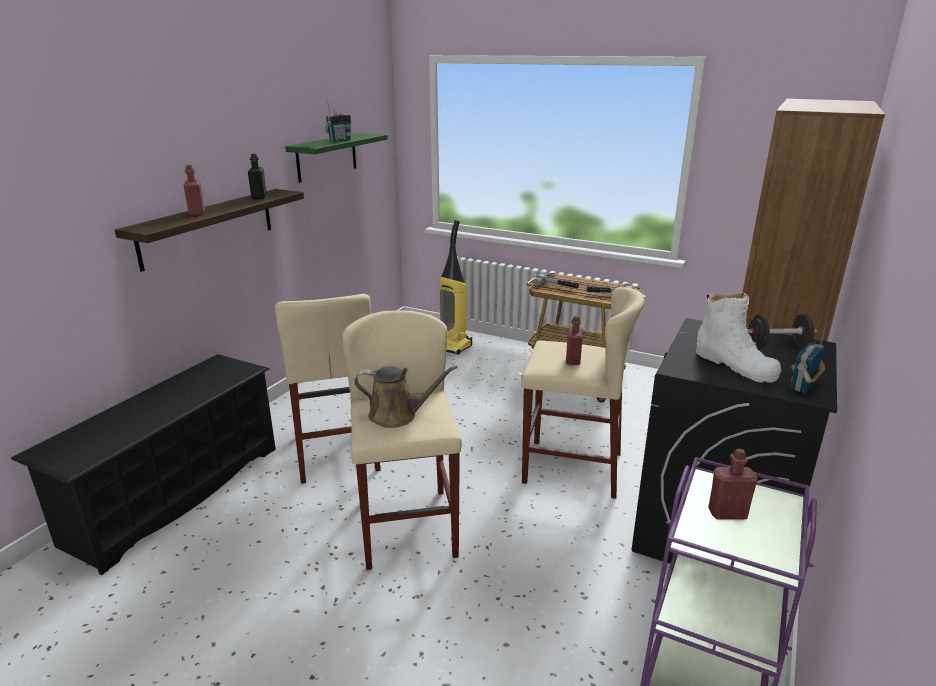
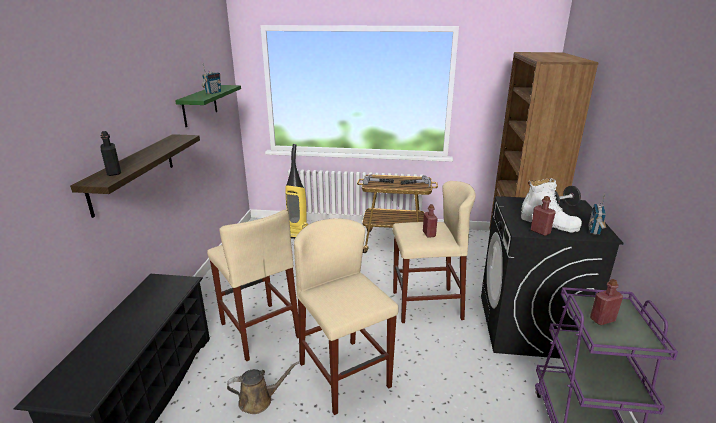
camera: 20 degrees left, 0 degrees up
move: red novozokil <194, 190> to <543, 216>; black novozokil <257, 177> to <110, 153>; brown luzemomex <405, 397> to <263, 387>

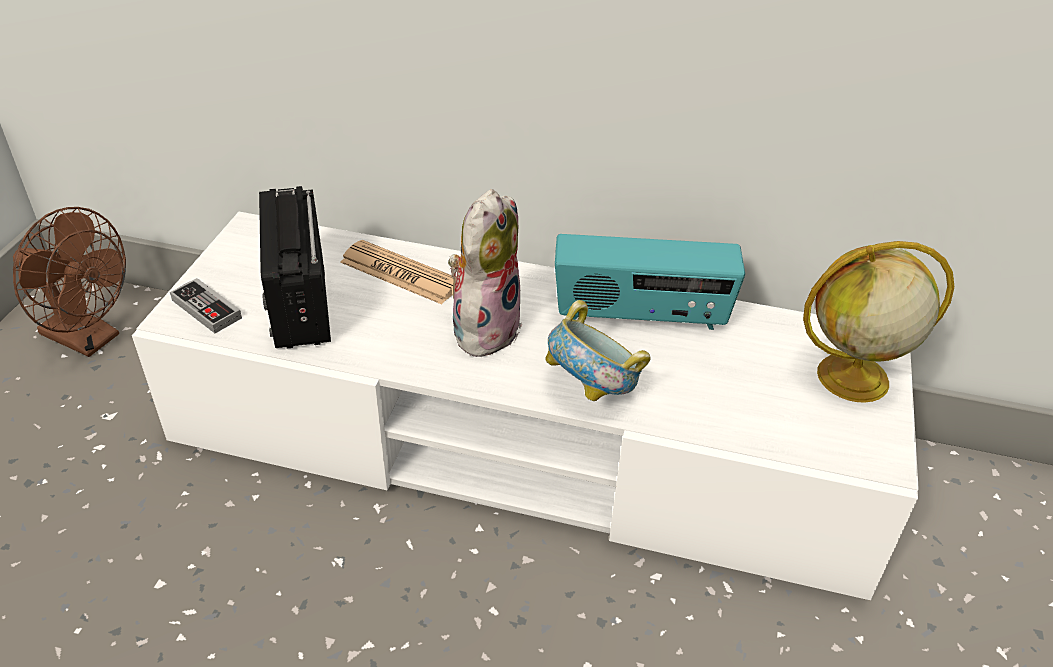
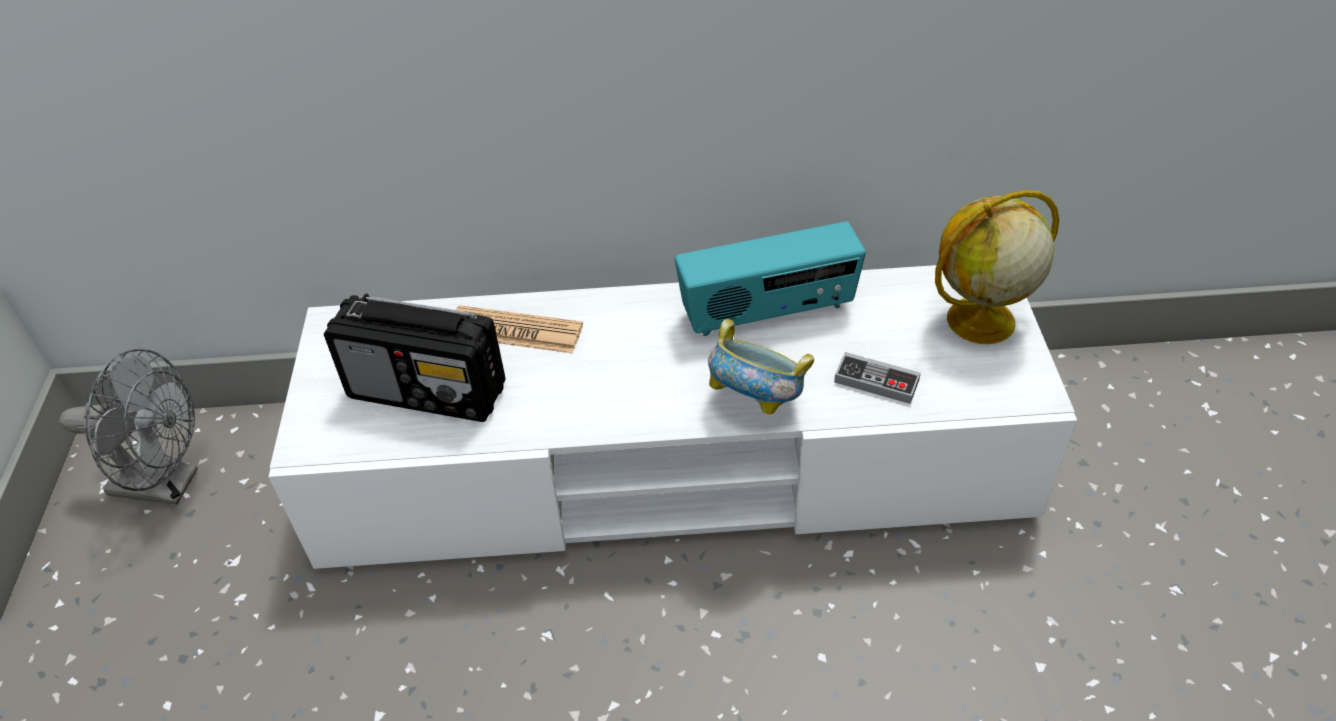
camera: 15 degrees left, 5 degrees up
delete: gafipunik <485, 274>
move: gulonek <206, 305> to <877, 378>
recolor: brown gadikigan <69, 282> to grey gadikigan <128, 426>
rotate: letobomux <295, 267> = <415, 357> 45 degrees counterclockwise

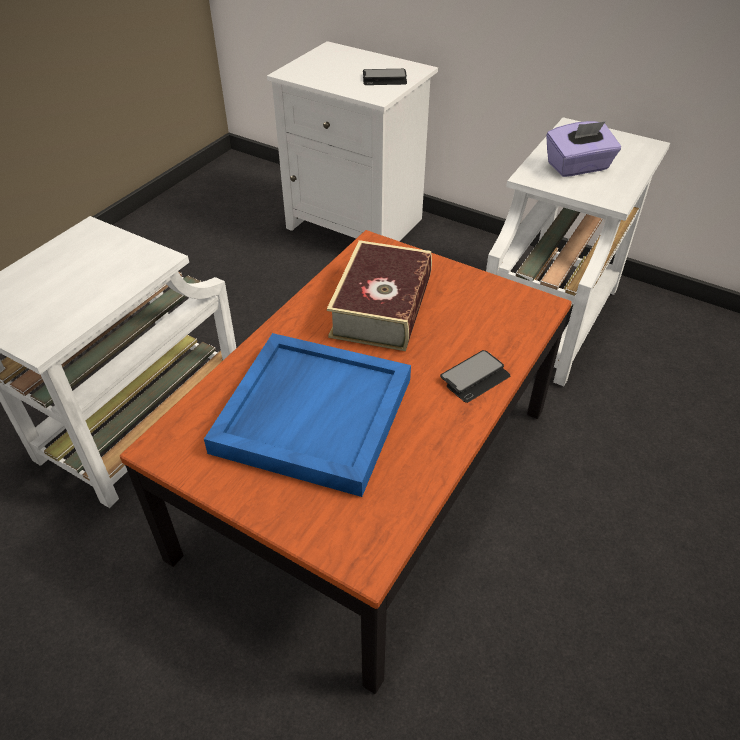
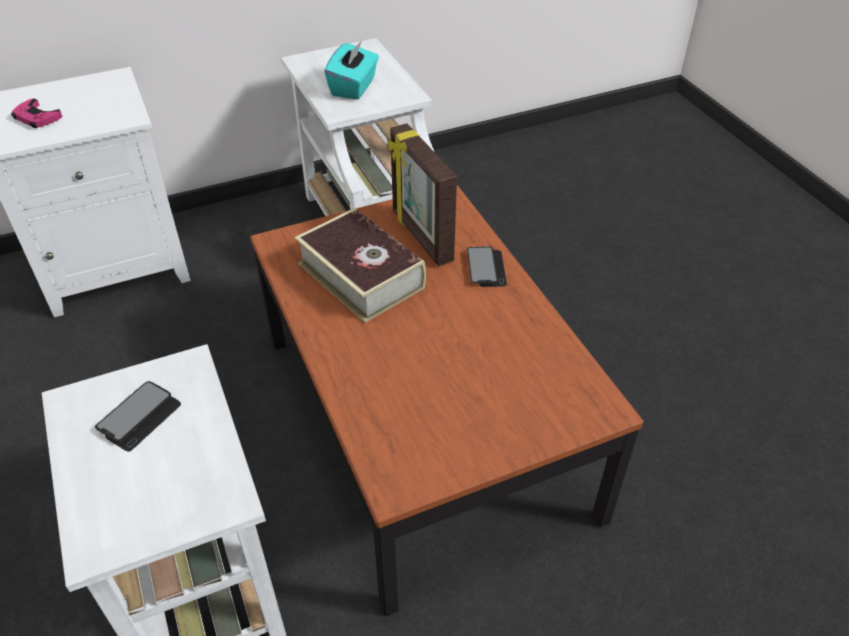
camera: 55 degrees left, 0 degrees up
delete: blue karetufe <307, 415>
insert: pink gulonek <36, 113>; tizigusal <422, 194>
move: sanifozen <385, 77> to <138, 416>
recolor: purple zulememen <583, 149> to turquoise zulememen <351, 70>

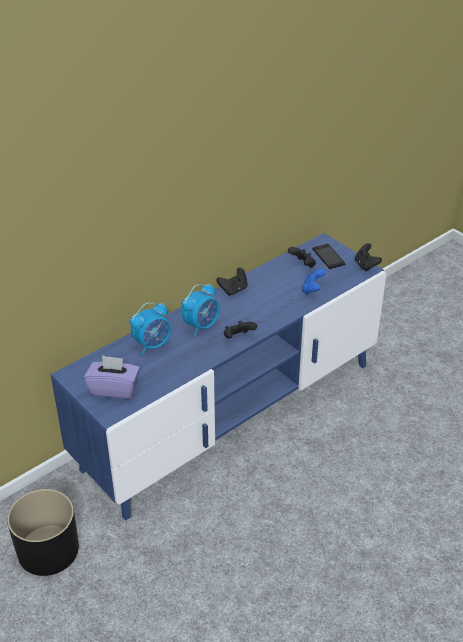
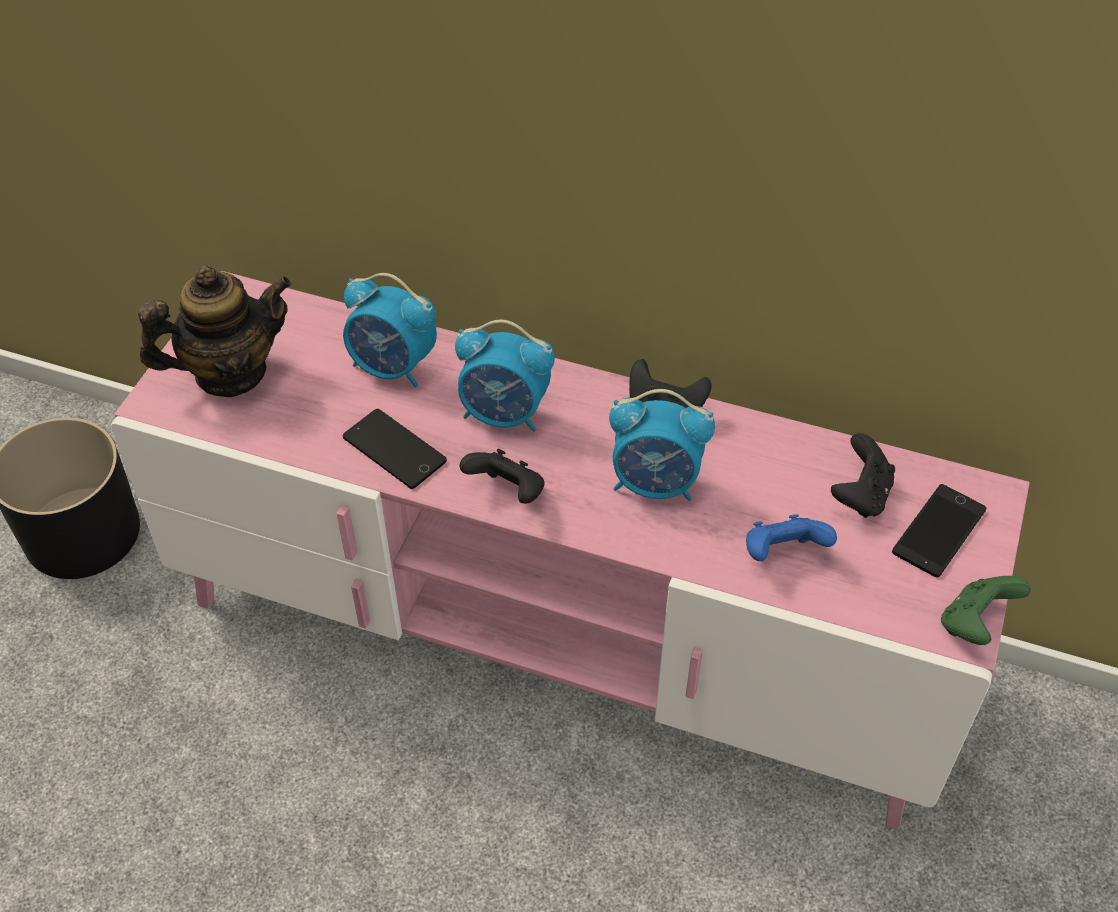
camera: 60 degrees right, 10 degrees up
insert: sanifozen <395, 449>; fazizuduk <662, 445>
replace: purple zulememen <112, 377> to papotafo <215, 331>
recolor: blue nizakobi <218, 376> to pink nizakobi <570, 550>; black gulonek <368, 257> to green gulonek <986, 610>

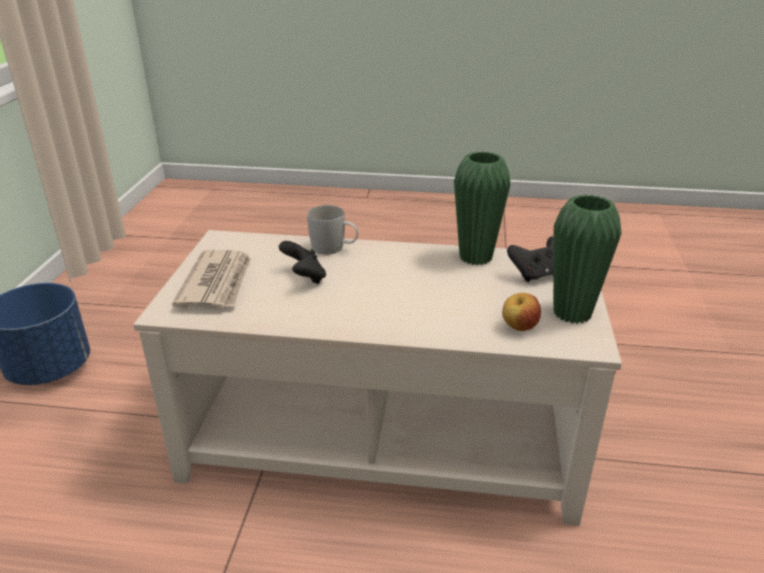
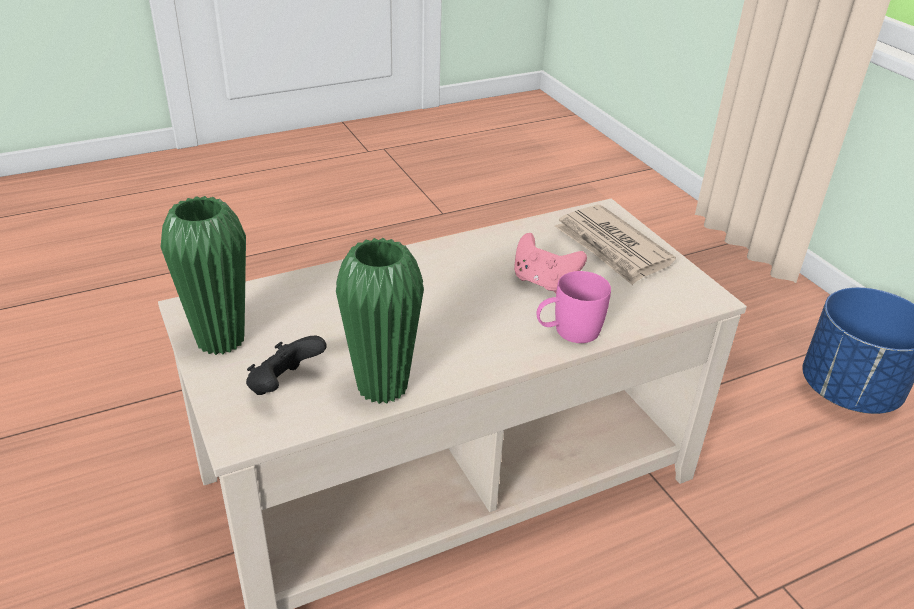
camera: 145 degrees right, 5 degrees up
delete: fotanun <521, 312>
recolor: black gulonek <302, 262> to pink gulonek <550, 263>; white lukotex <333, 230> to pink lukotex <573, 307>

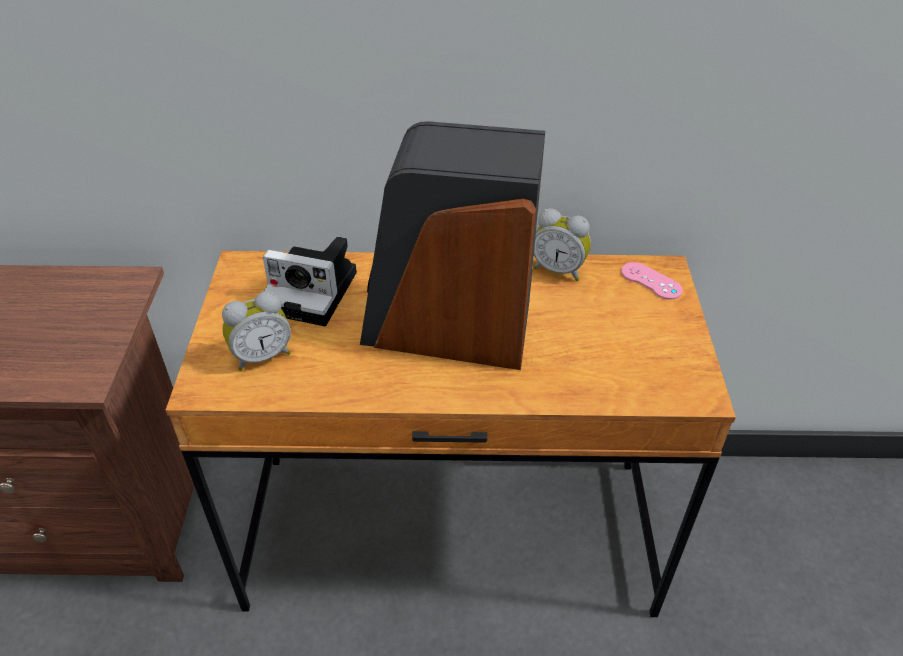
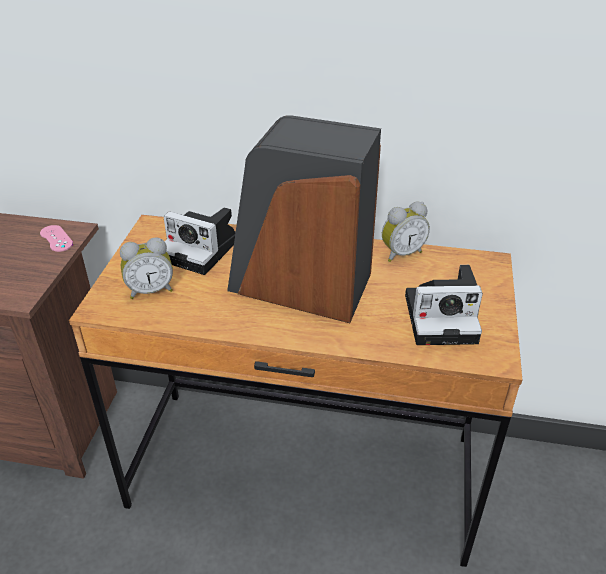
camera: 10 degrees right, 5 degrees down
insert: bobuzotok <444, 305>
move: pink gulonek <652, 281> to <56, 238>
rotate: fazizuduk <562, 244> = <406, 231> 60 degrees counterclockwise

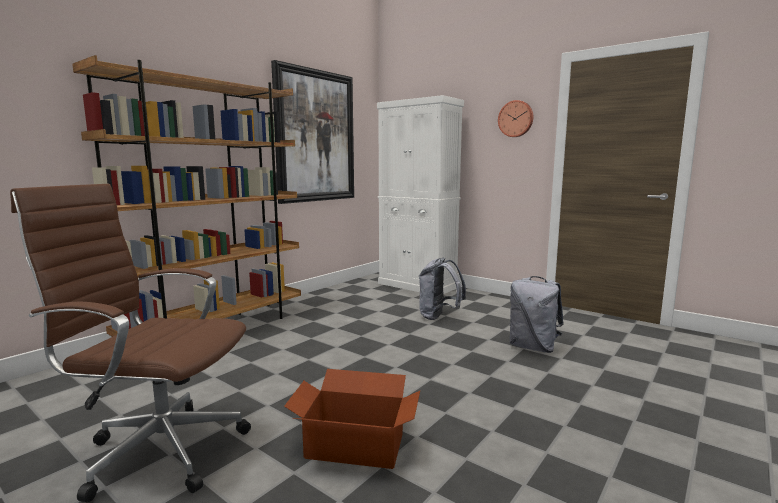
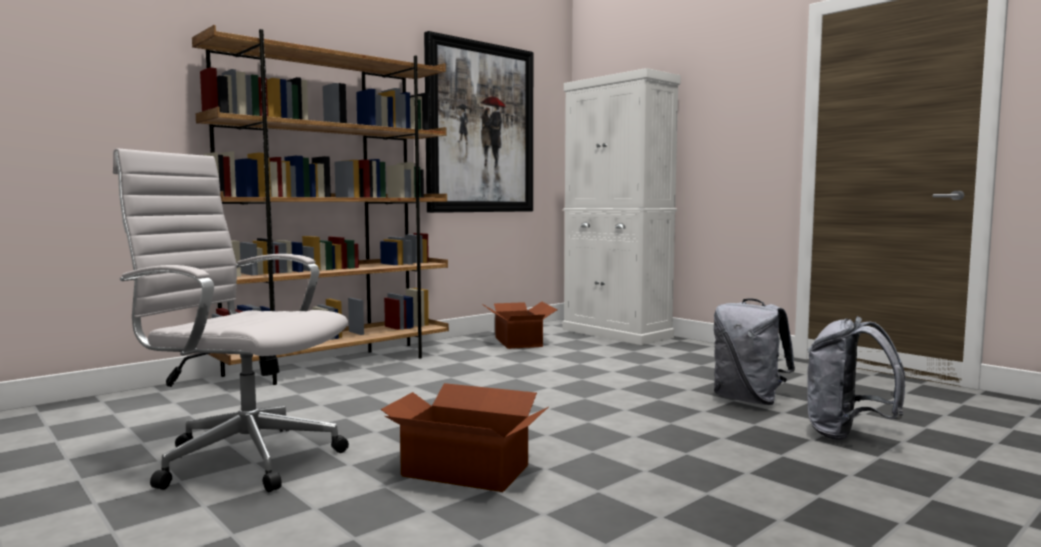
camera: 10 degrees right, 5 degrees down
delete: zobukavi <515, 118>
insert: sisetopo <519, 325>
move: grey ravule <442, 288> to <856, 378>
recolor: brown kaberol <130, 343> to white kaberol <231, 320>

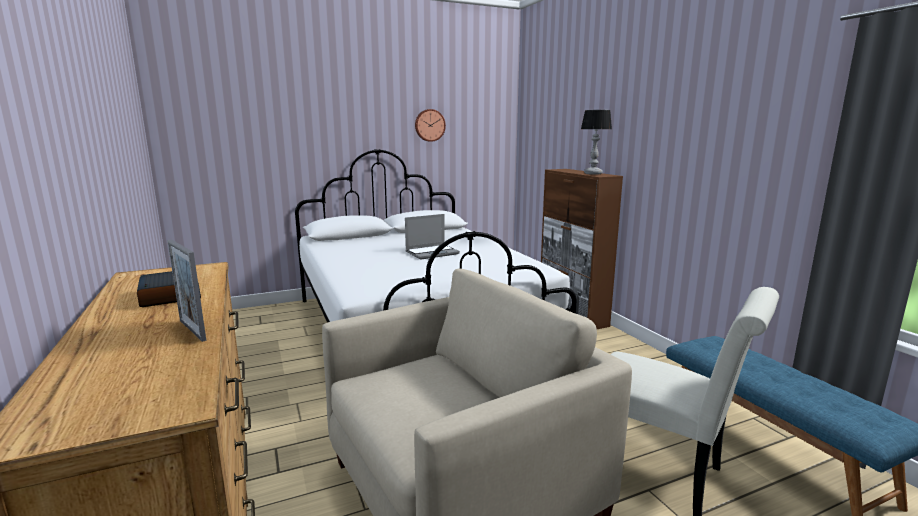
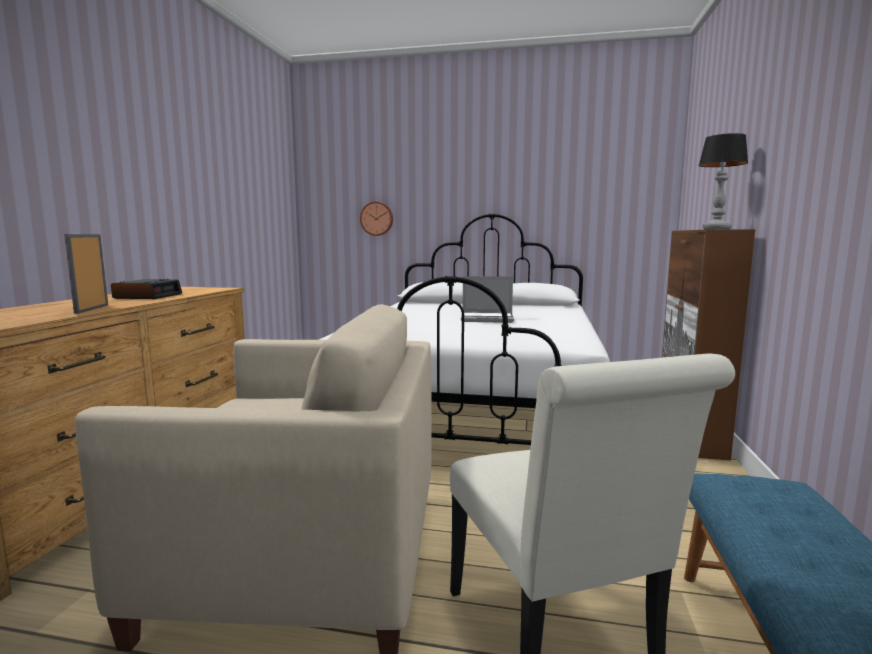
camera: 35 degrees right, 5 degrees down
move: zobukavi <430, 125> to <376, 219>

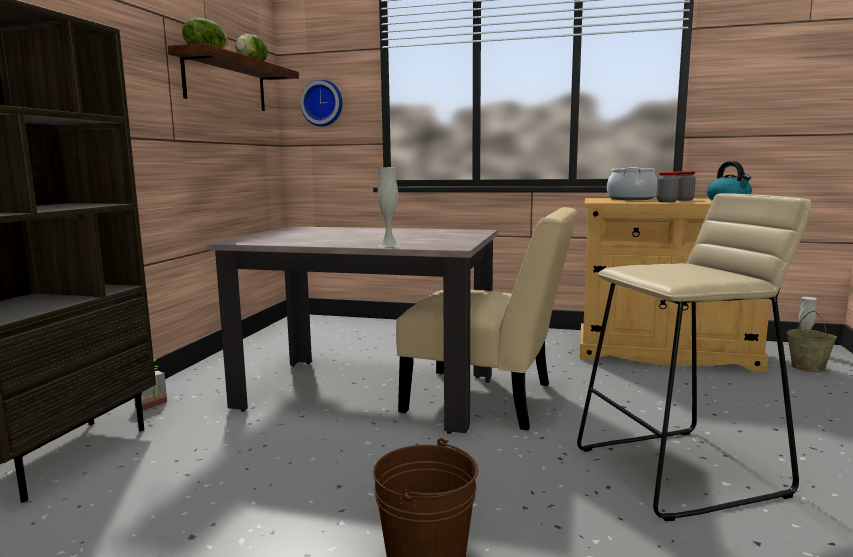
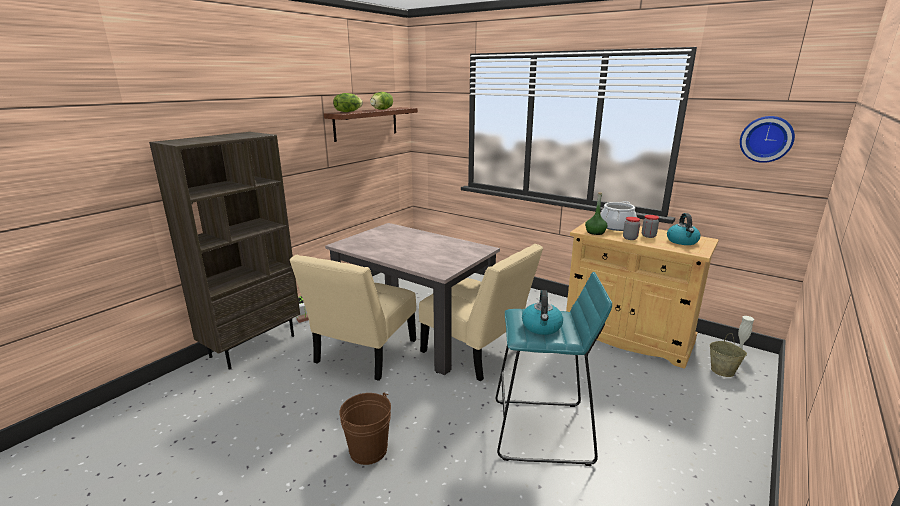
camera: 20 degrees right, 10 degrees up
delete: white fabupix <388, 207>
insert: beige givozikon <353, 318>; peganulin <542, 312>; green novozokil <596, 213>
move: zobukavi <321, 103> to <767, 139>
recolor: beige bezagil <694, 357> to turquoise bezagil <554, 369>

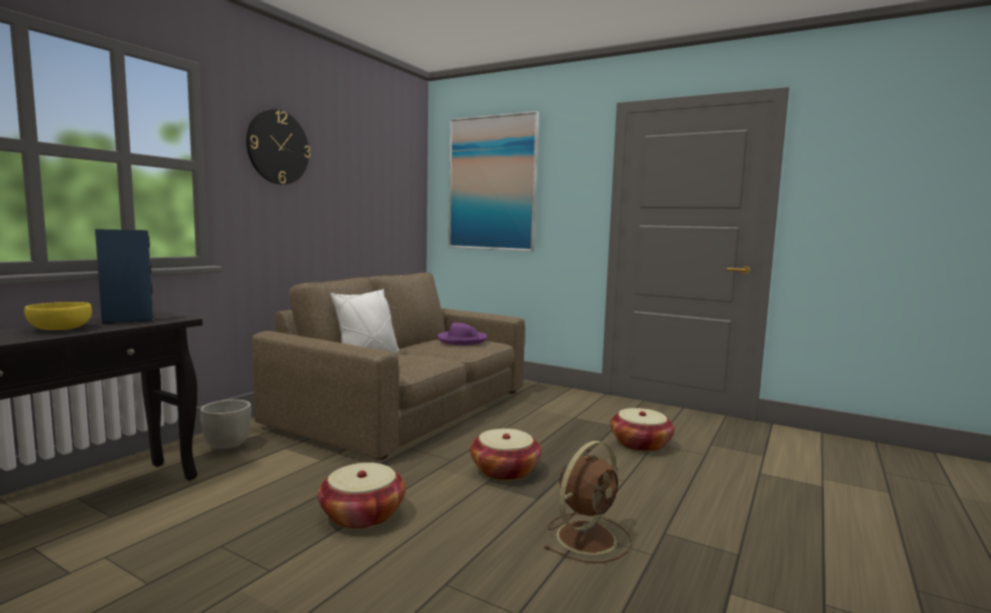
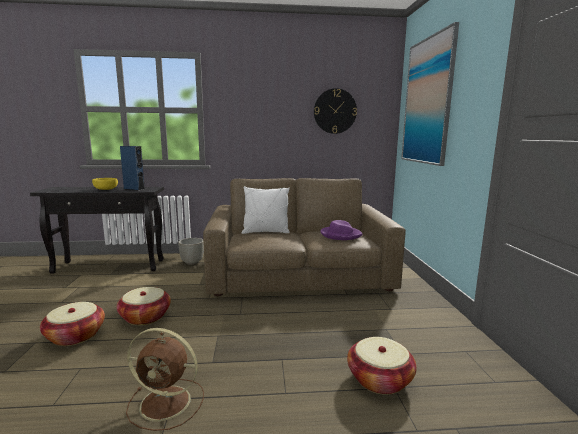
camera: 55 degrees right, 5 degrees up
move: zobukavi <278, 147> to <335, 111>; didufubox <505, 455> to <72, 324>

